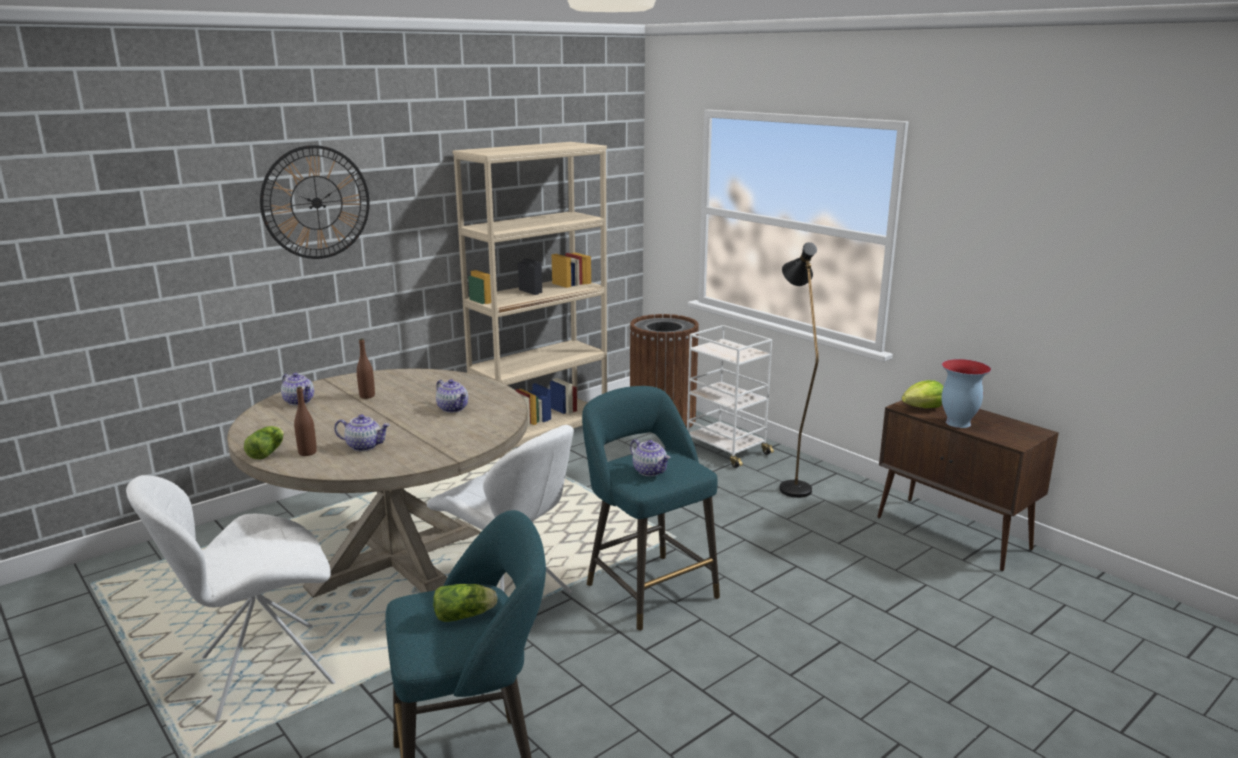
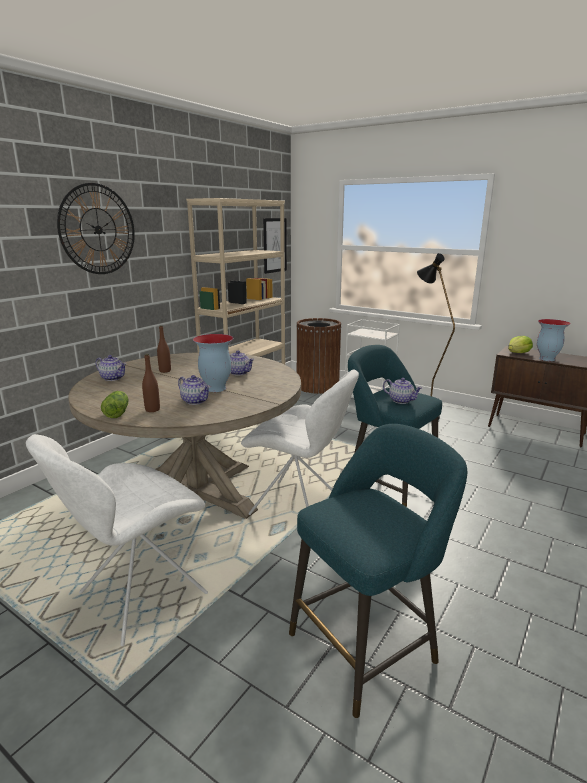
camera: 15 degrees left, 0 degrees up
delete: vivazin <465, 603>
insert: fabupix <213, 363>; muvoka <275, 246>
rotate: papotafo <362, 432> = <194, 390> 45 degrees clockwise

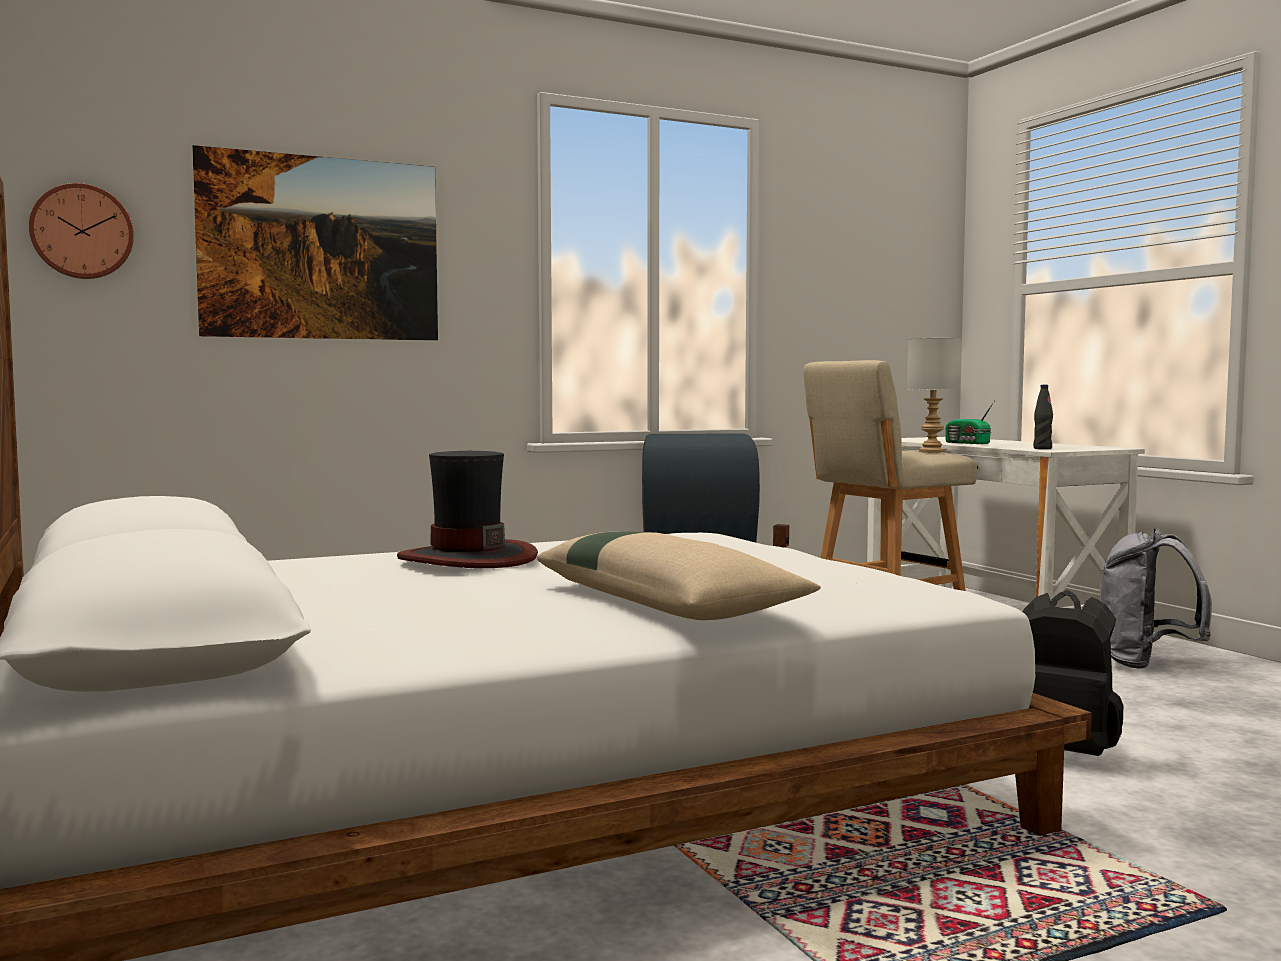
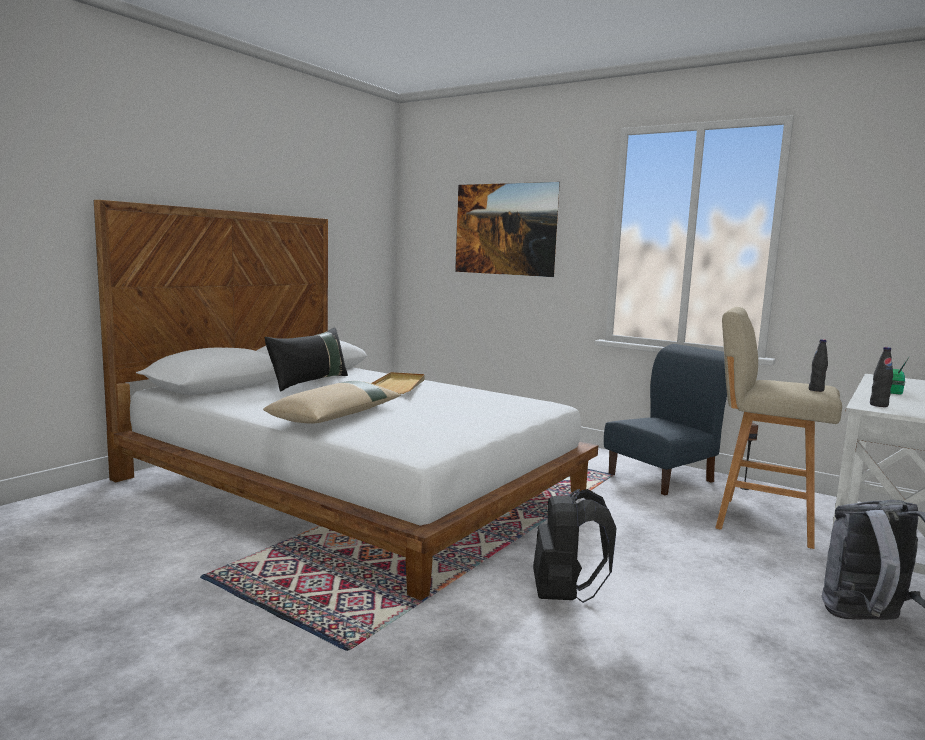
camera: 60 degrees right, 5 degrees up
delete: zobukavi <81, 231>
insert: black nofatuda <306, 359>
replace: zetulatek <467, 509> to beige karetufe <398, 383>; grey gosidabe <934, 395> to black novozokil <818, 365>

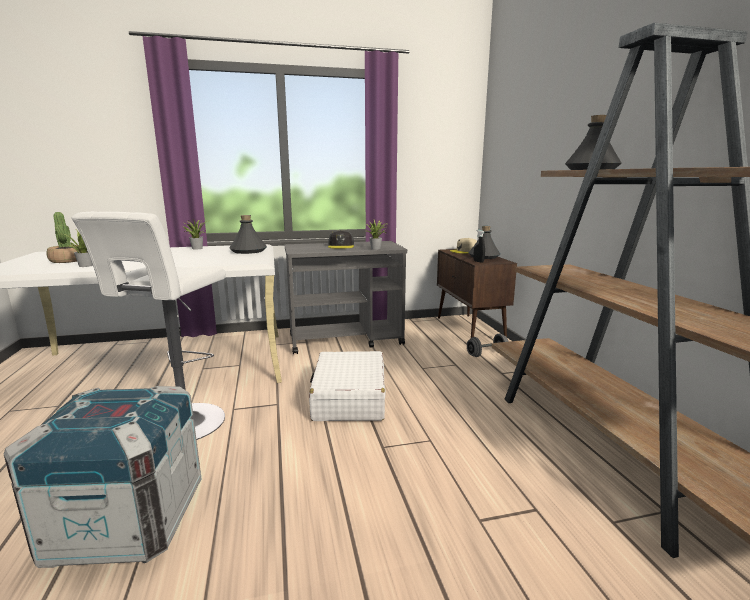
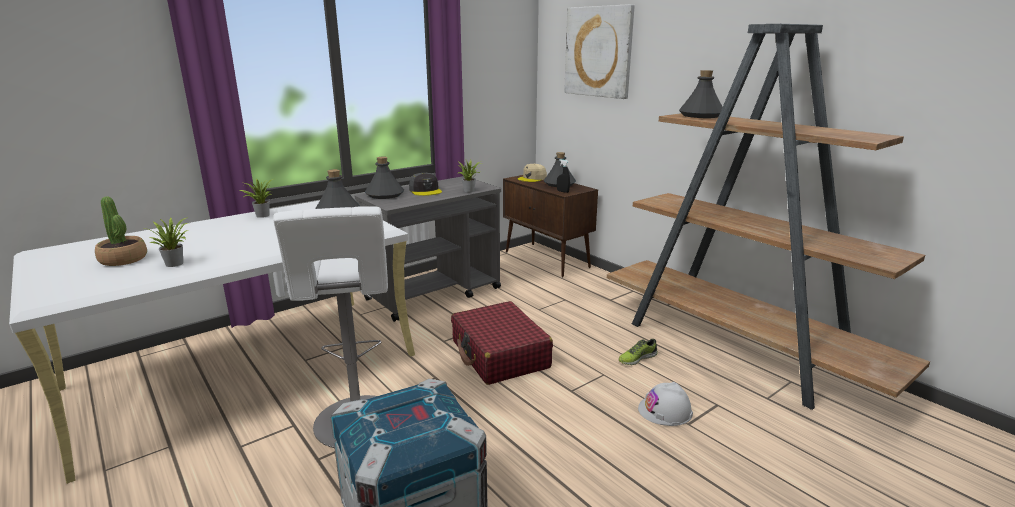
camera: 25 degrees left, 5 degrees up
delete: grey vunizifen <488, 345>
insert: grey novozokil <384, 178>; muvoka <599, 51>; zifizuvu <638, 352>; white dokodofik <665, 404>
recolor: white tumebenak <347, 386> to red tumebenak <502, 343>

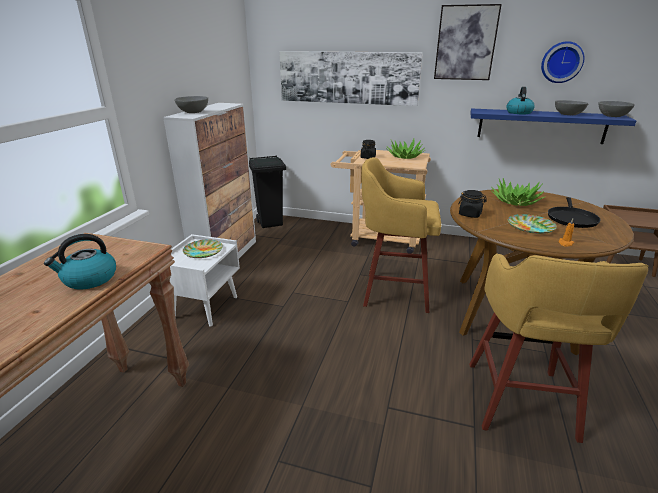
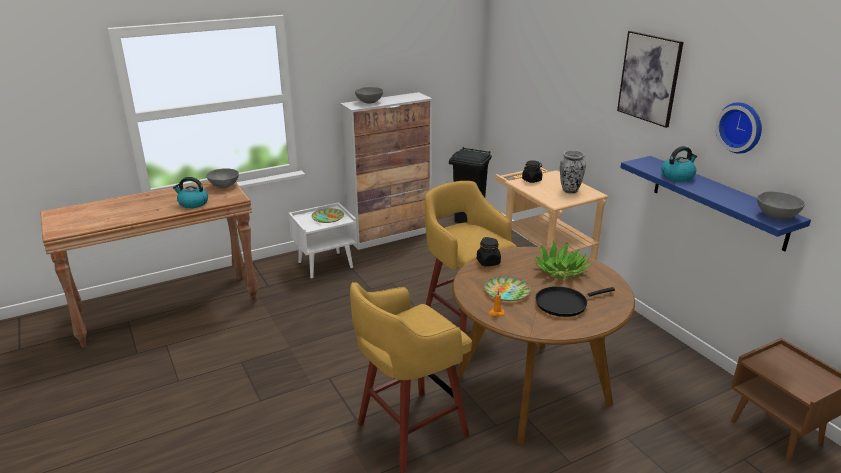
camera: 45 degrees right, 0 degrees up
delete: muvoka <351, 78>
move: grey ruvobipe <571, 107> to <222, 178>
replace: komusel <405, 149> to fabupix <573, 172>

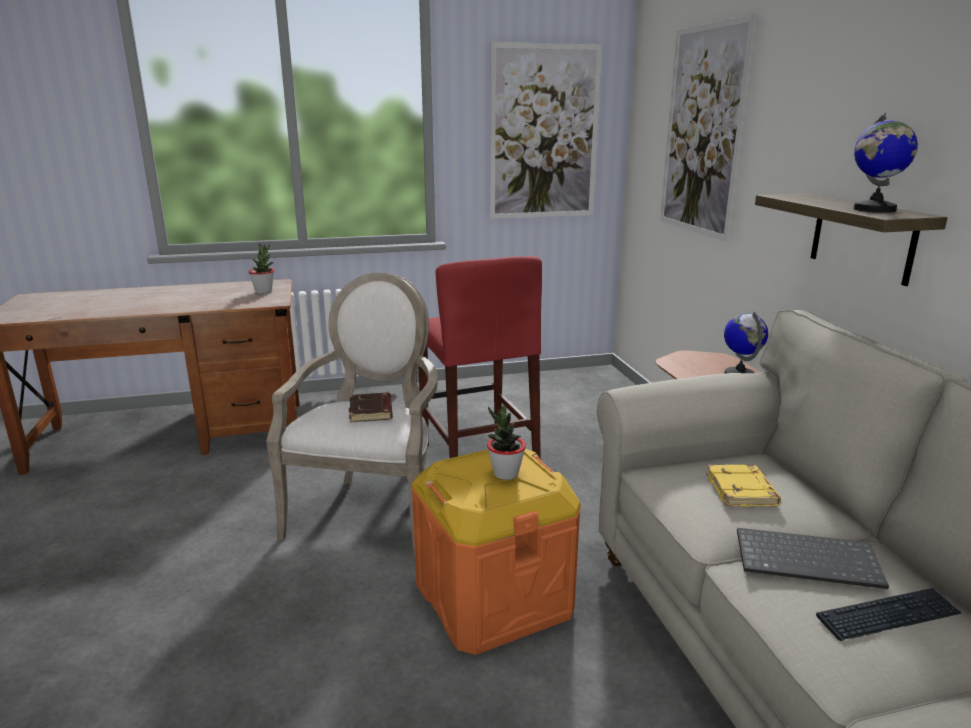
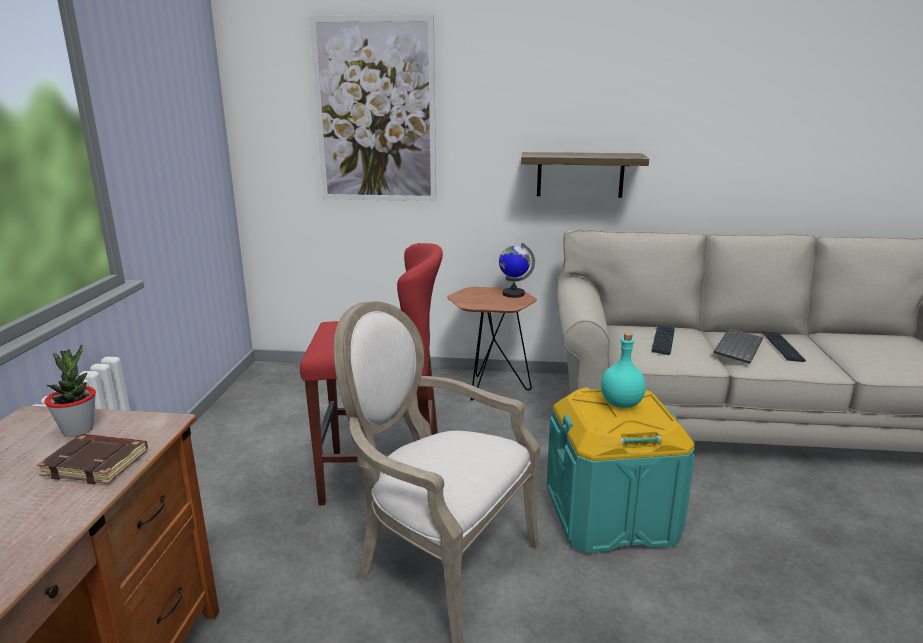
camera: 70 degrees left, 0 degrees up
delete: muvoka <546, 130>; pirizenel <885, 162>
move: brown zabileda <371, 407> to <92, 459>
replace: komusel <506, 443> to turquoise novozokil <623, 370>; yellow zabileda <743, 485> to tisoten <663, 340>
recolor: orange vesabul <496, 552> to turquoise vesabul <621, 470>

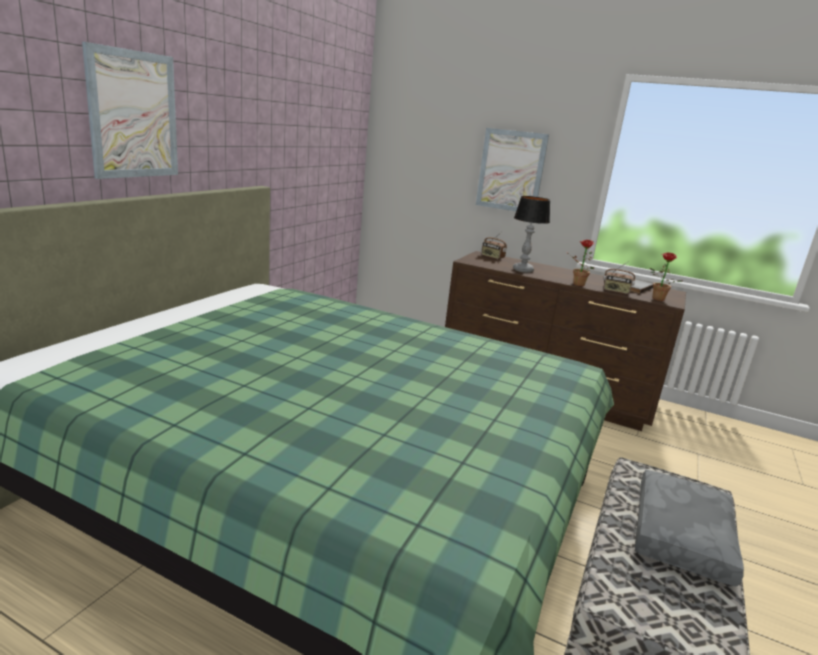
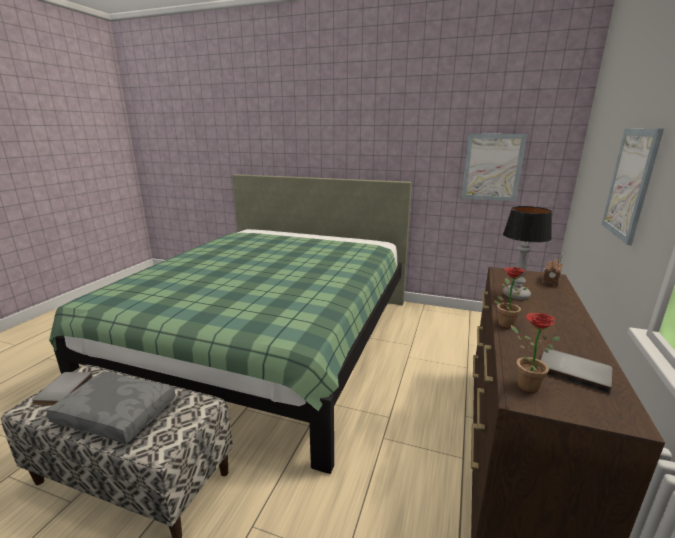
camera: 85 degrees right, 0 degrees up
delete: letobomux <619, 278>
insert: grey zabileda <62, 389>
move: muvoka <130, 110> to <494, 167>

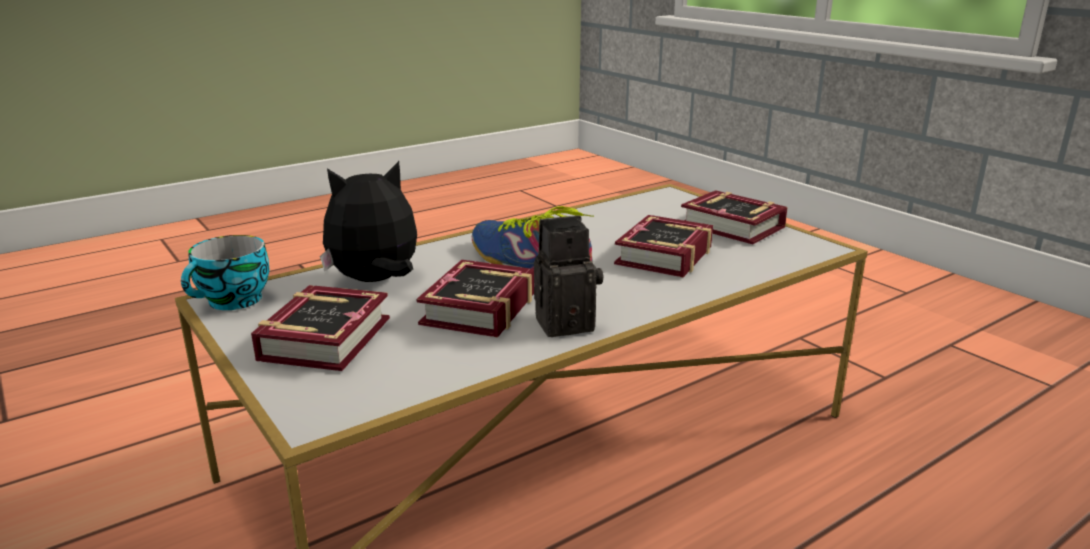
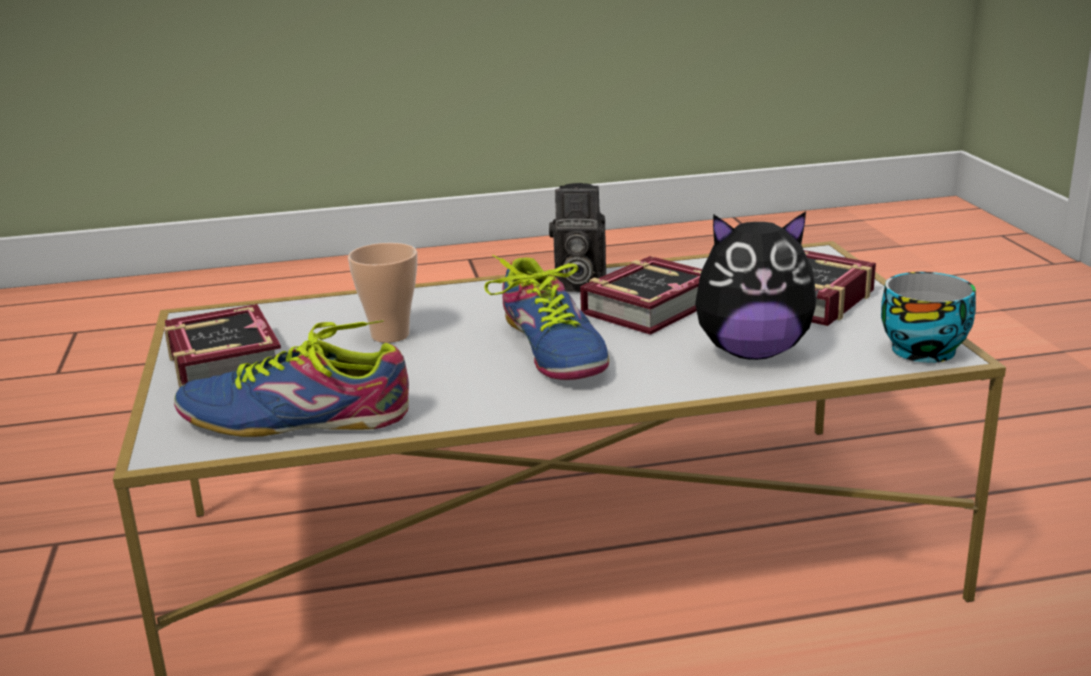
camera: 155 degrees left, 0 degrees up
insert: zifizuvu <291, 378>
replace: zabileda <663, 246> to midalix <382, 293>

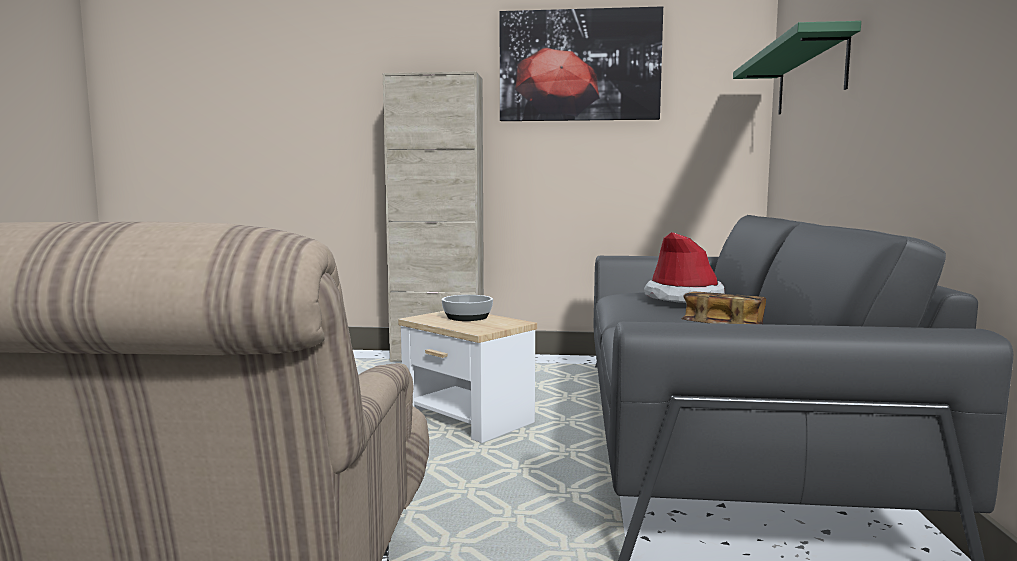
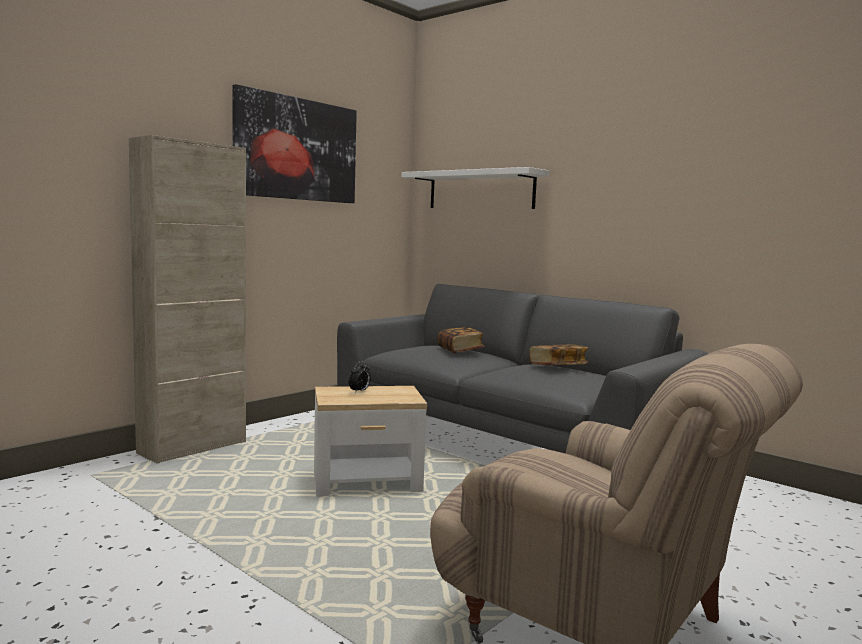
camera: 55 degrees left, 0 degrees up
replace: ruvobipe <467, 308> to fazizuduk <359, 377>; zetulatek <684, 267> to zabileda <461, 340>
recolor: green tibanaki <797, 67> to white tibanaki <475, 188>

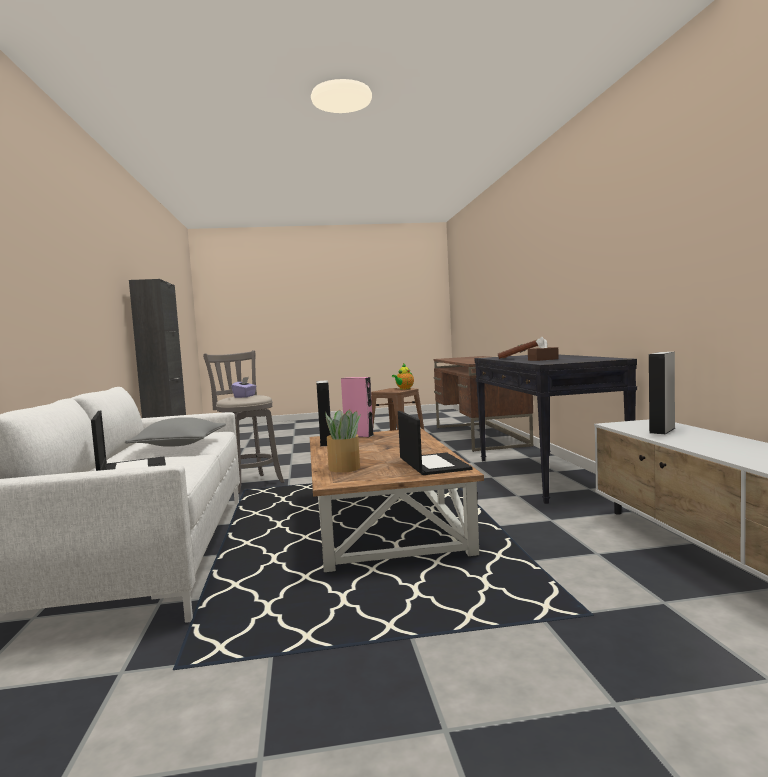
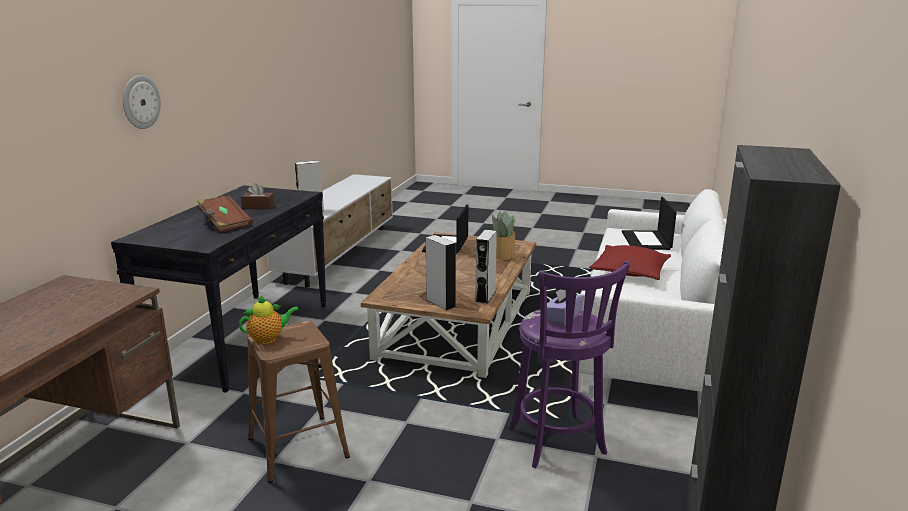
camera: 155 degrees left, 15 degrees up
insert: zobukavi <142, 102>
recolor: grey nofatuda <175, 432> to red nofatuda <630, 262>; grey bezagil <243, 422> to purple bezagil <569, 364>; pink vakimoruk <357, 407> to grey vakimoruk <441, 272>

